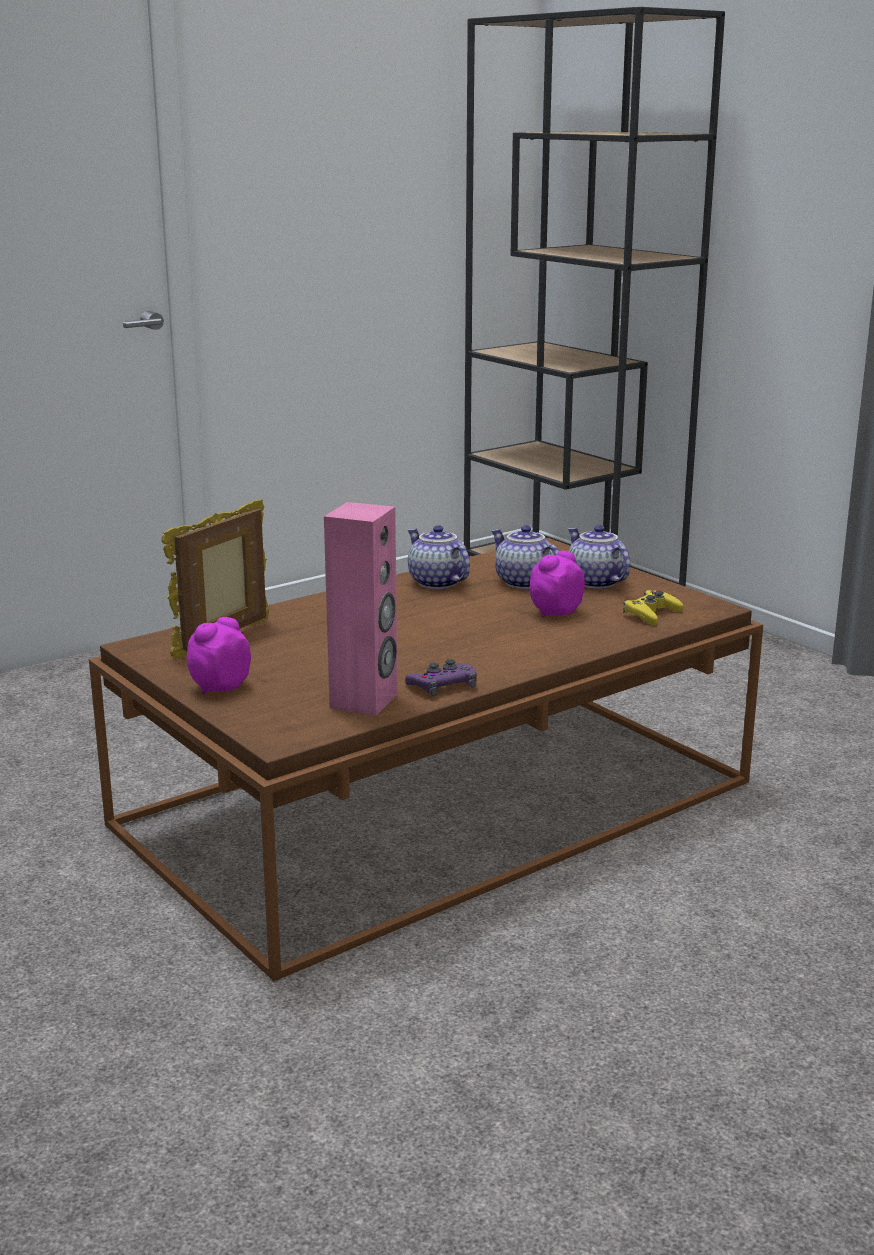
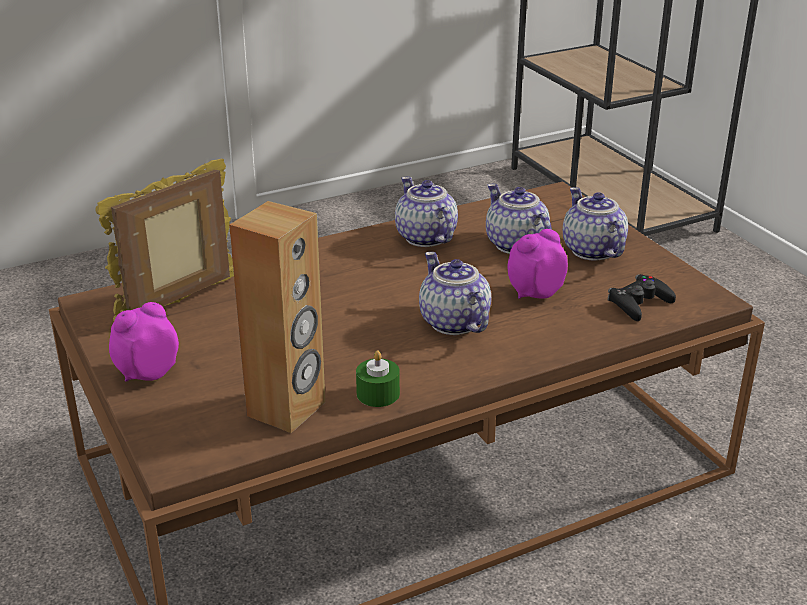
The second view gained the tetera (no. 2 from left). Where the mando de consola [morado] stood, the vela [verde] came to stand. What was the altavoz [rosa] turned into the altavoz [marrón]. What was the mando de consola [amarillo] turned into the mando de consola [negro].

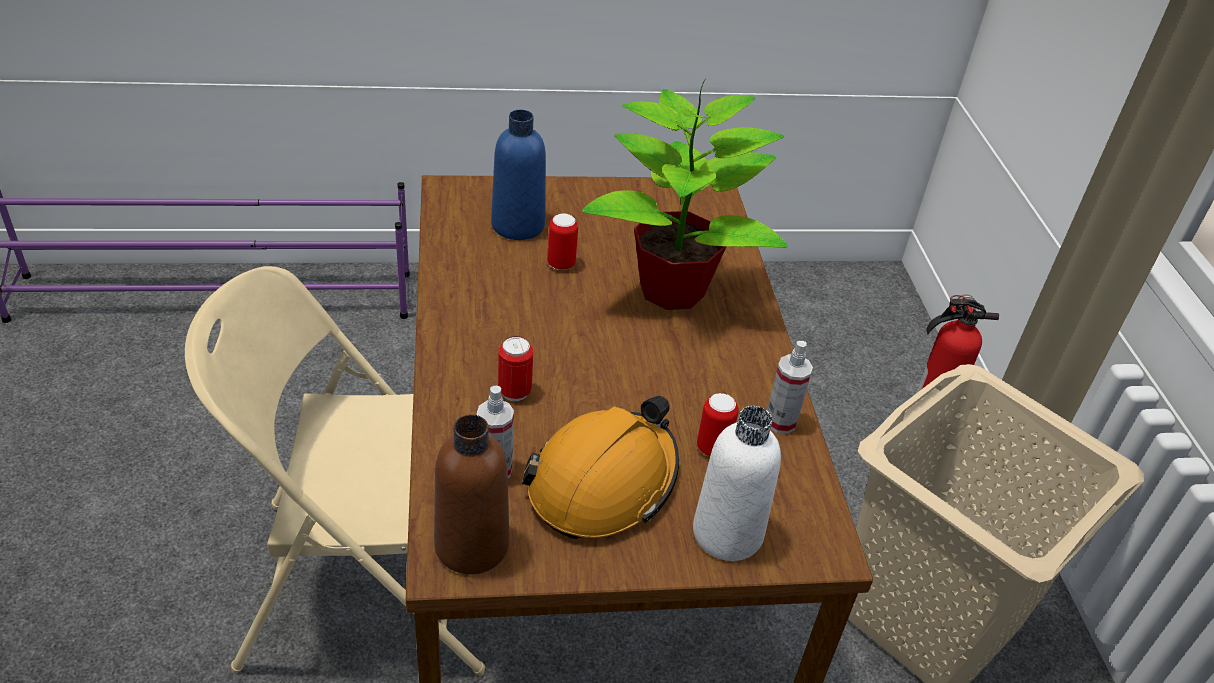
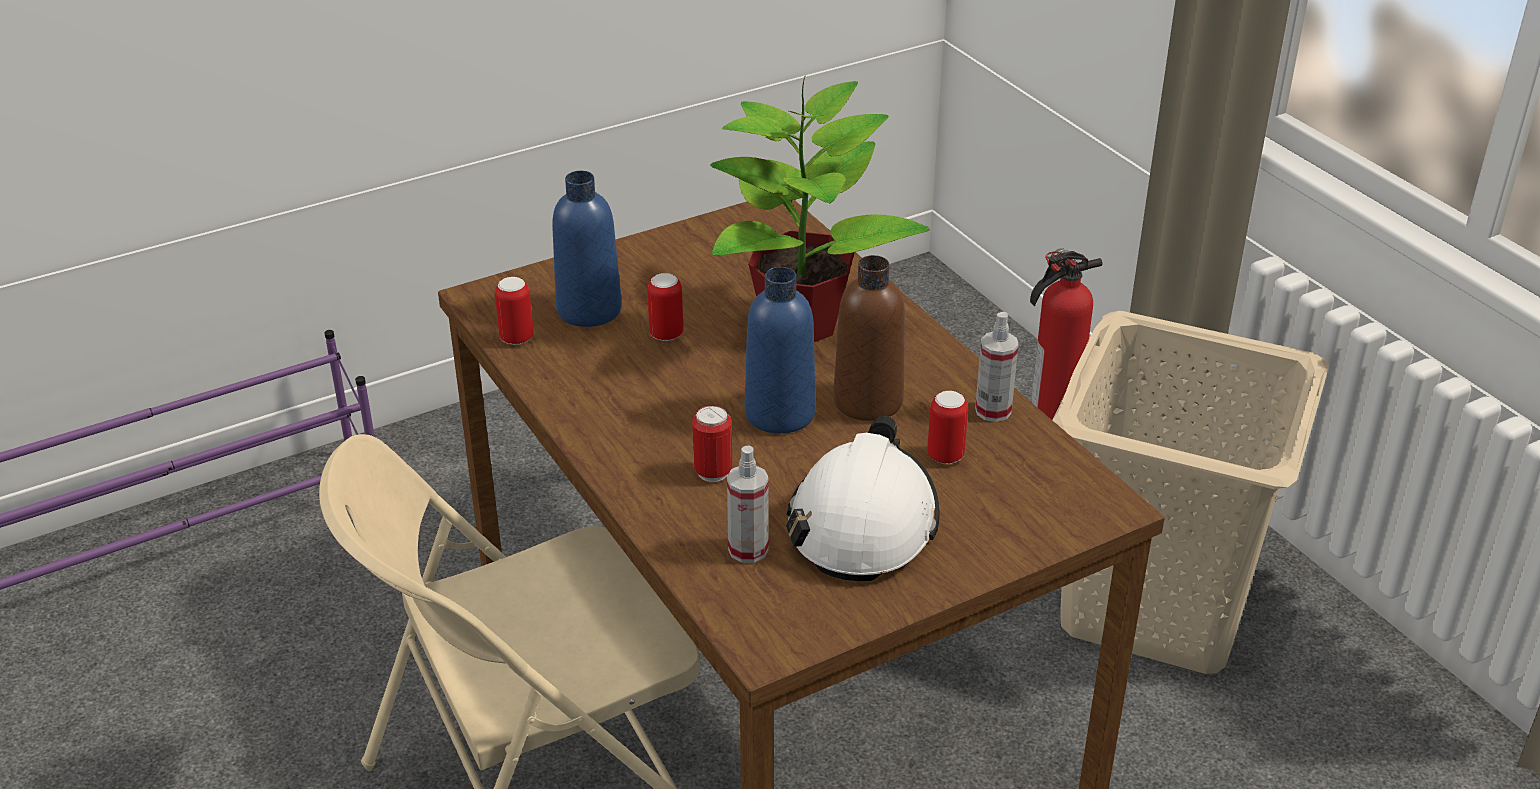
The second view lost the botella [blanco]. The second view gained the lata (no. 1 from left). The second view gained the botella [azul] (no. 2 from left). The botella [marrón] ended up elsewhere. What was the casco [naranja] turned into the casco [blanco].

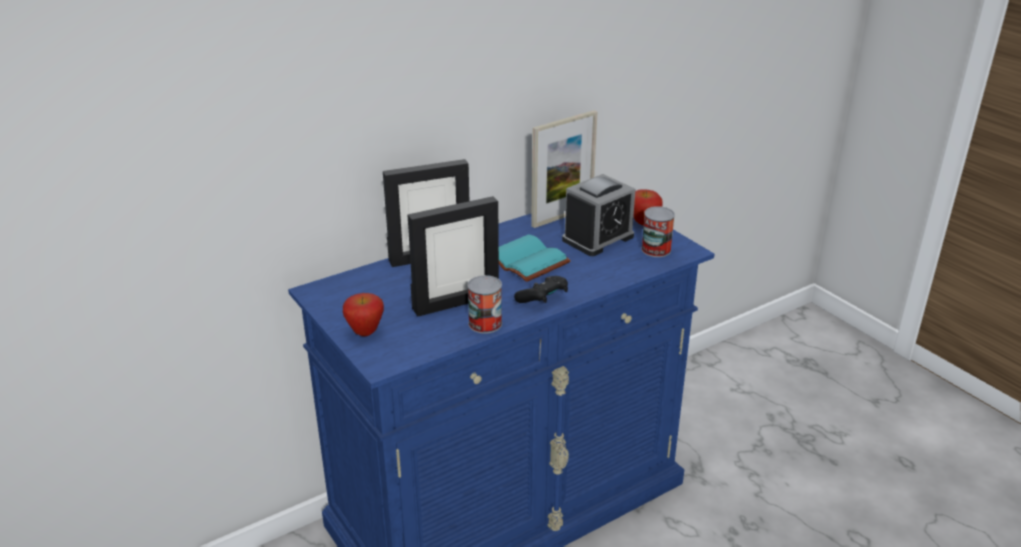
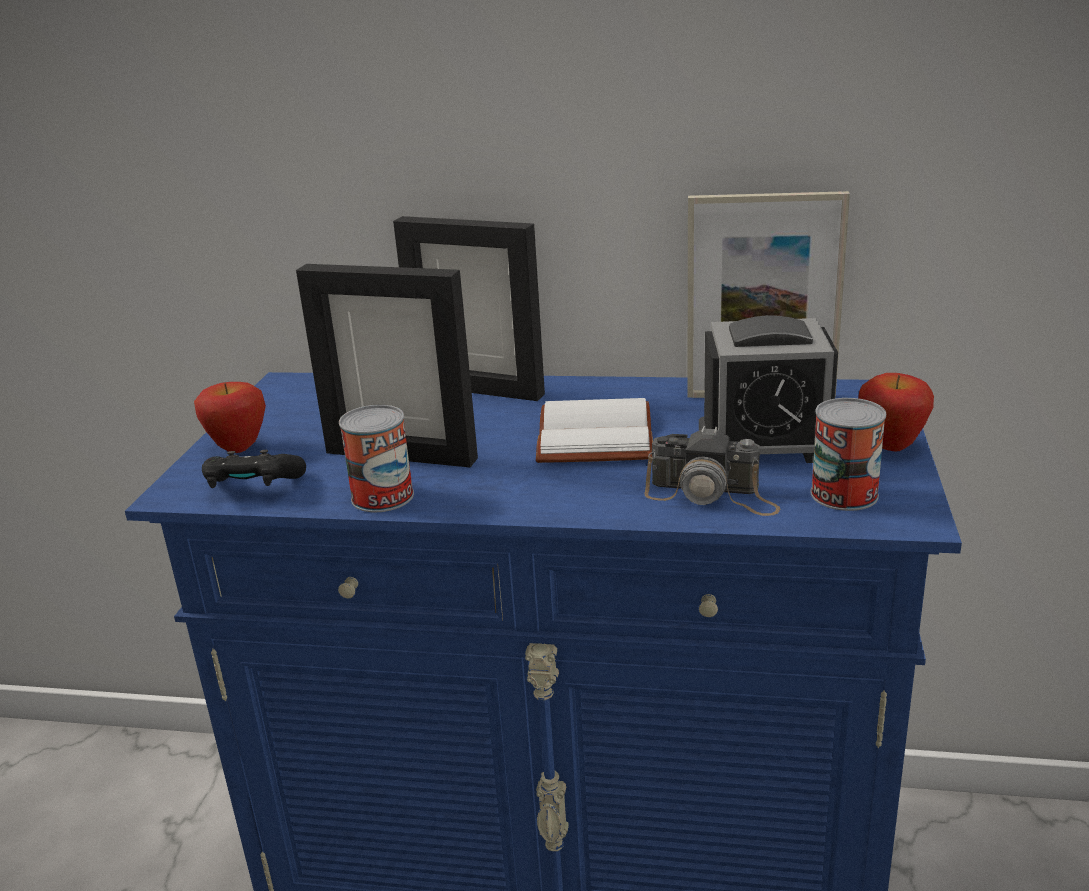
The second view gained the cámara. The mando de consola [negro] ended up elsewhere. What was the libro [turquesa] turned into the libro [blanco].

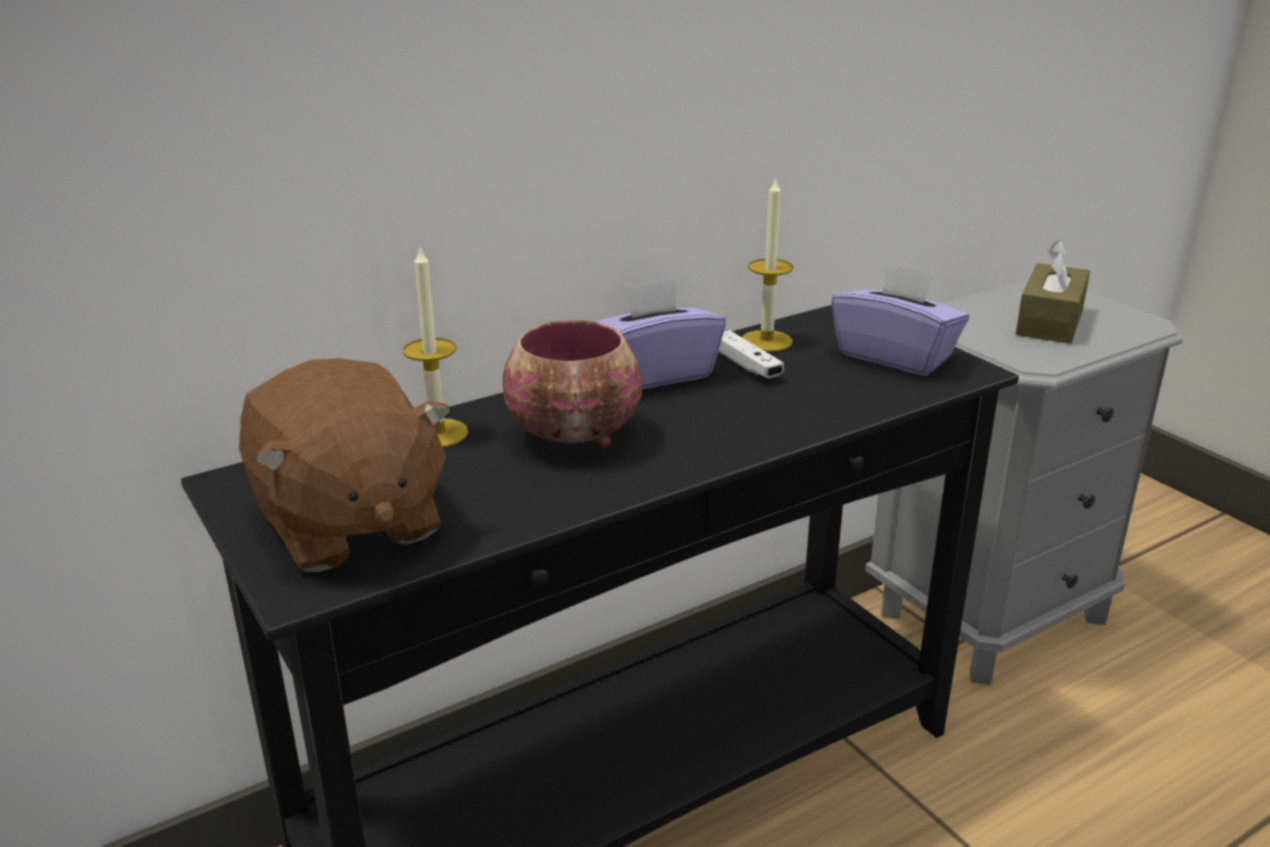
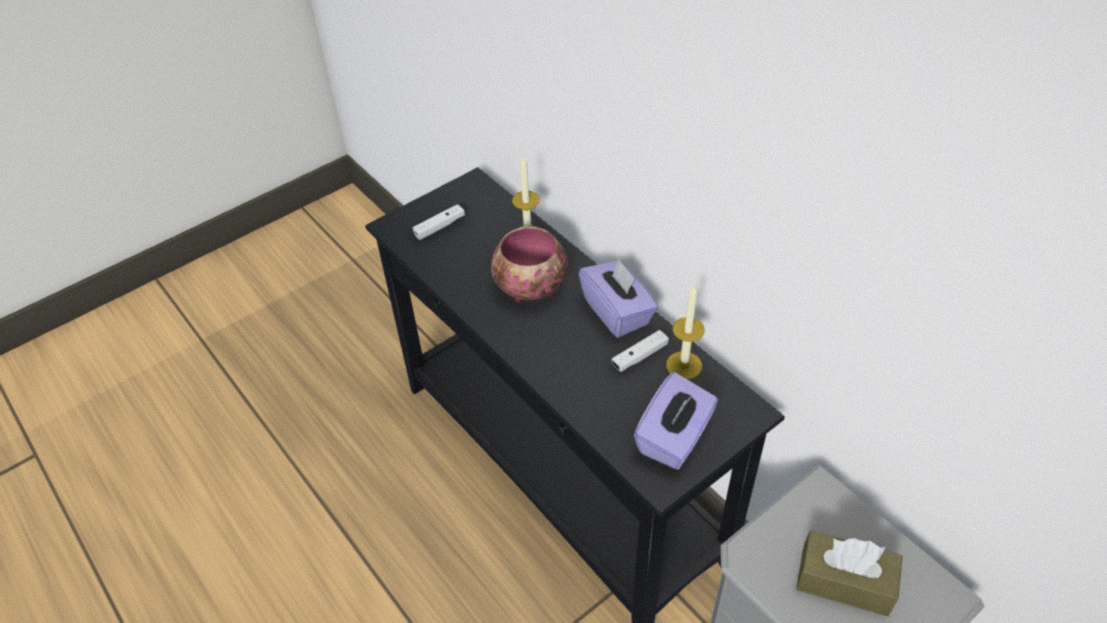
Where the peluche [marrón] stood, the mando de consola [blanco] (no. 1 from left) came to stand.

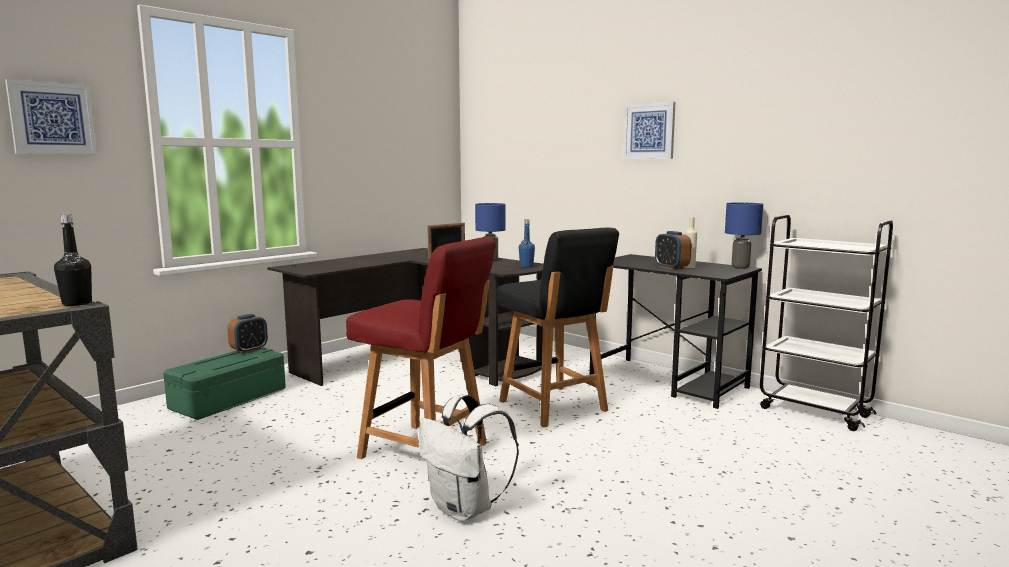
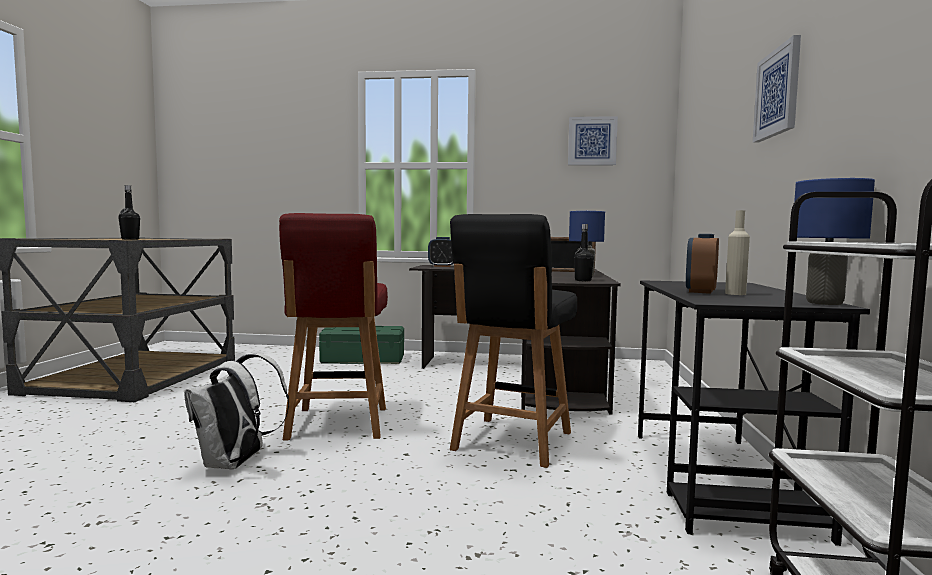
The cuadro (no. 1 from left) ended up elsewhere. The despertador (no. 1 from left) ended up elsewhere. What was the botella [azul] turned into the botella [negro] (no. 2 from left).

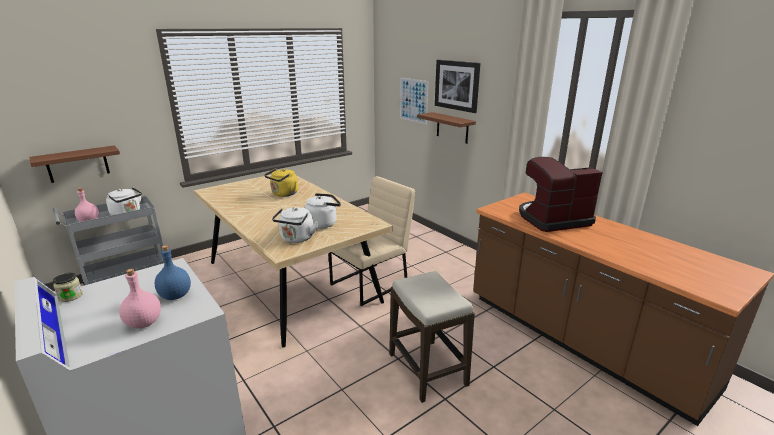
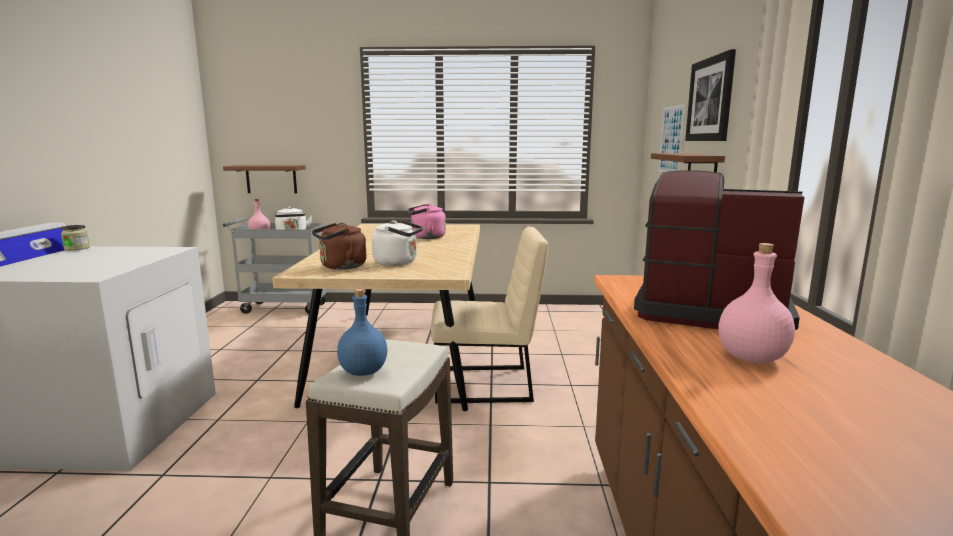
The botella [rosa] (no. 2 from left) ended up elsewhere. The botella [azul] ended up elsewhere. What was the hervidor [amarillo] turned into the hervidor [rosa]. What was the hervidor [blanco] (no. 2 from left) turned into the hervidor [marrón].

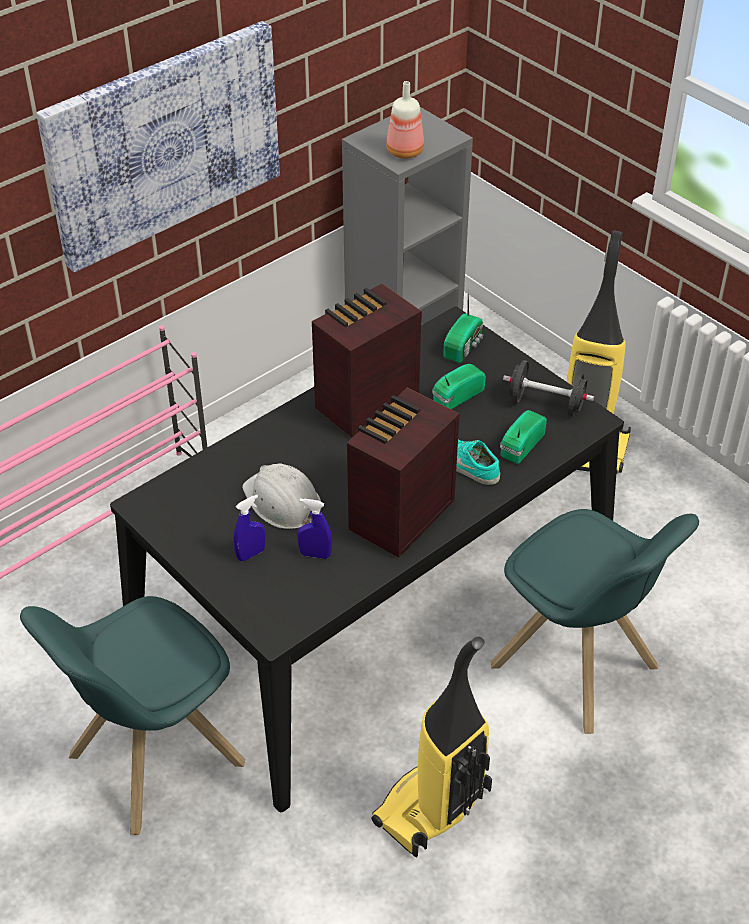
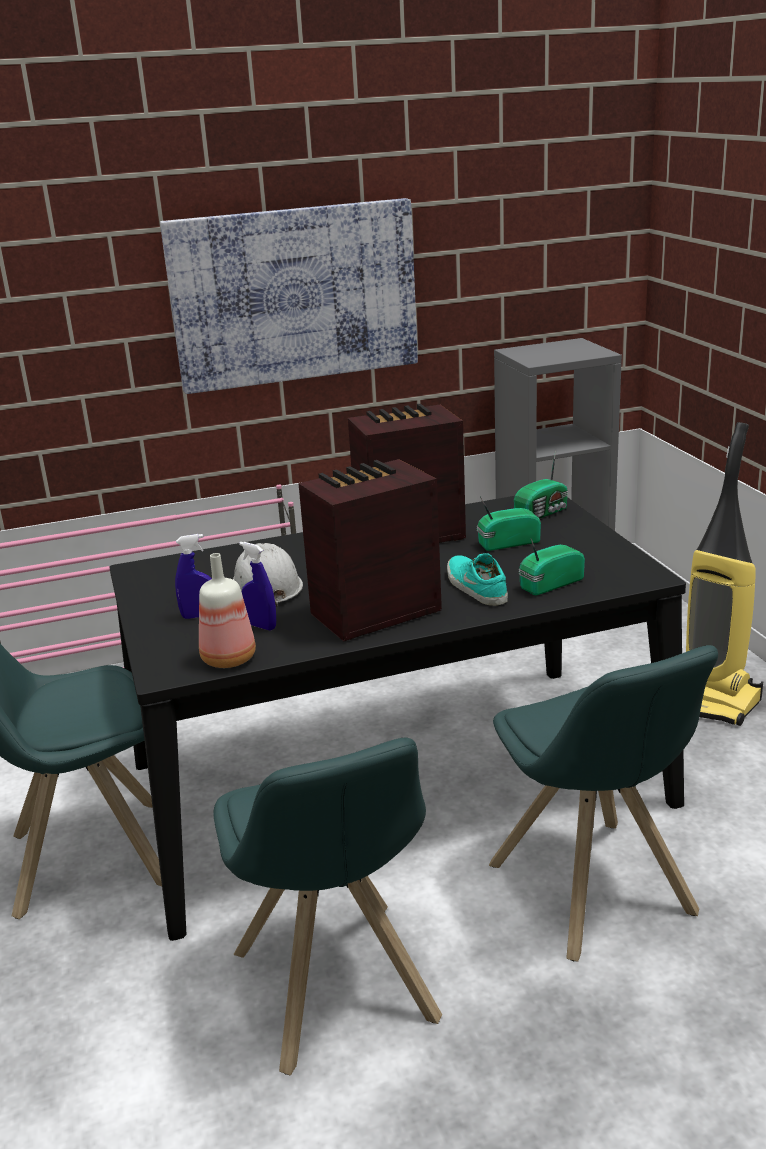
The second view lost the mancuerna [negro]. The botella ended up elsewhere. Where the aspiradora (no. 1 from left) stood, the silla [turquesa] (no. 2 from left) came to stand.

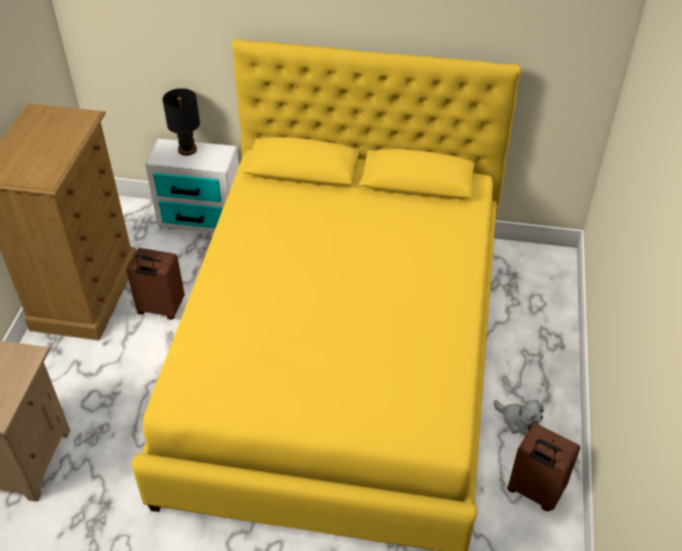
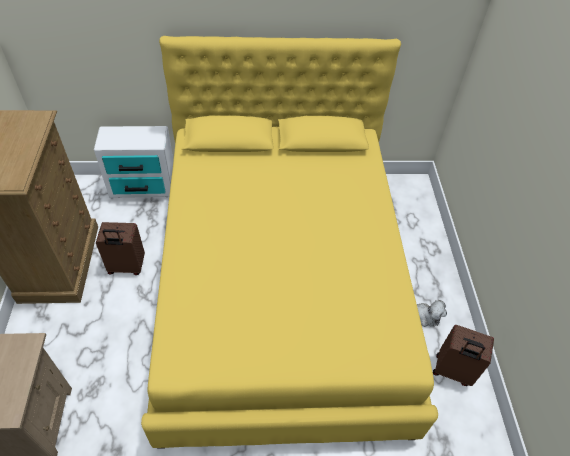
The second view lost the lámpara de mesa [negro].

